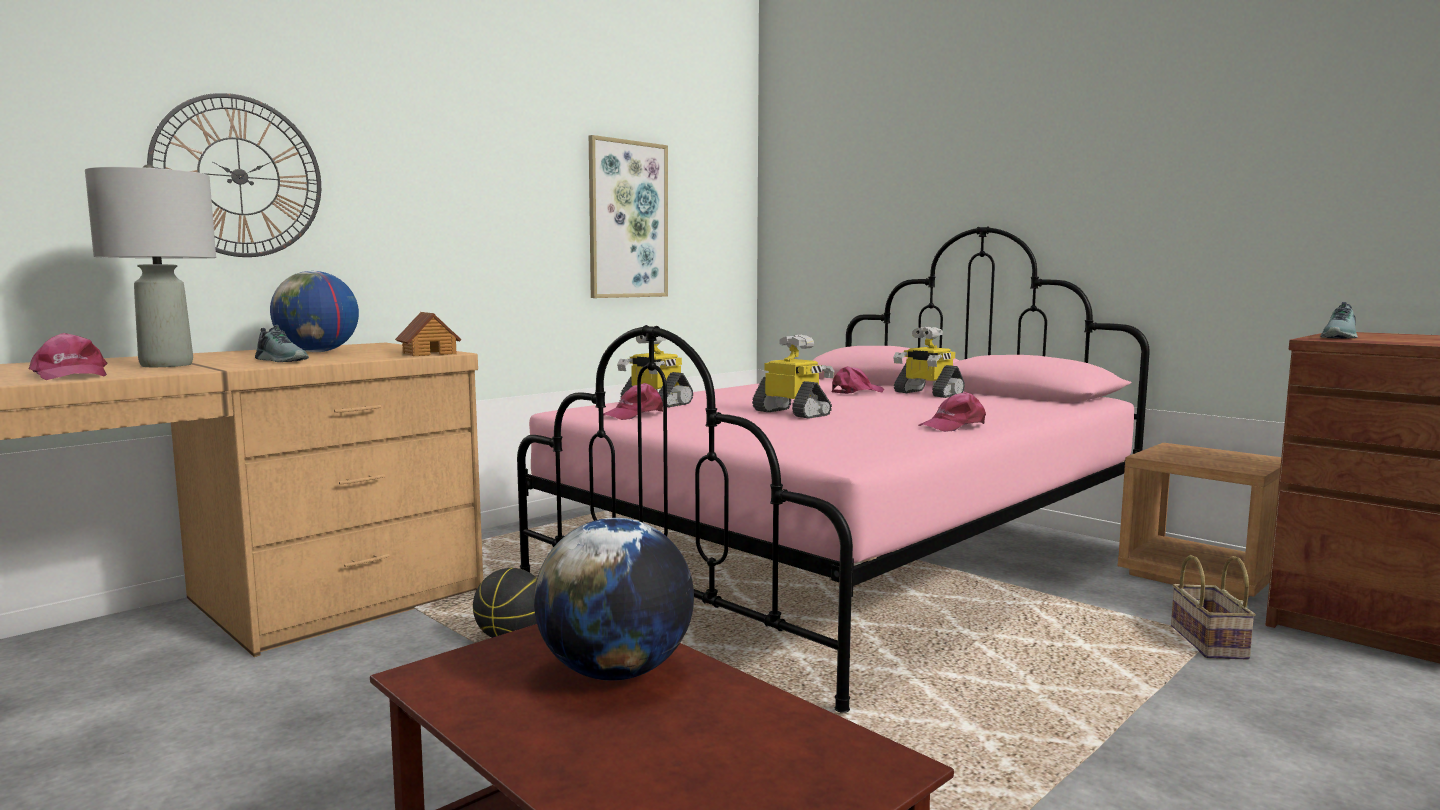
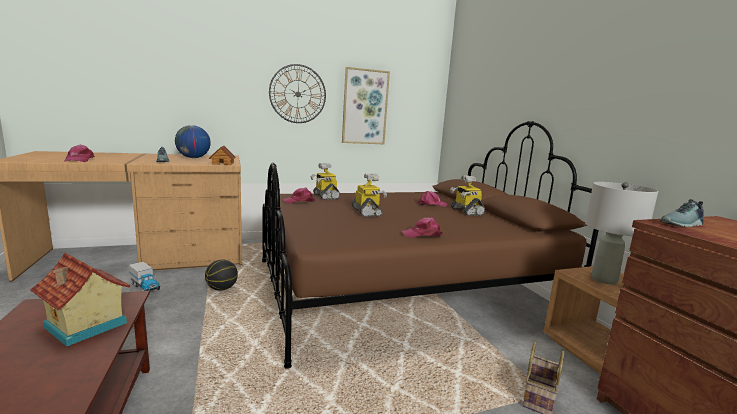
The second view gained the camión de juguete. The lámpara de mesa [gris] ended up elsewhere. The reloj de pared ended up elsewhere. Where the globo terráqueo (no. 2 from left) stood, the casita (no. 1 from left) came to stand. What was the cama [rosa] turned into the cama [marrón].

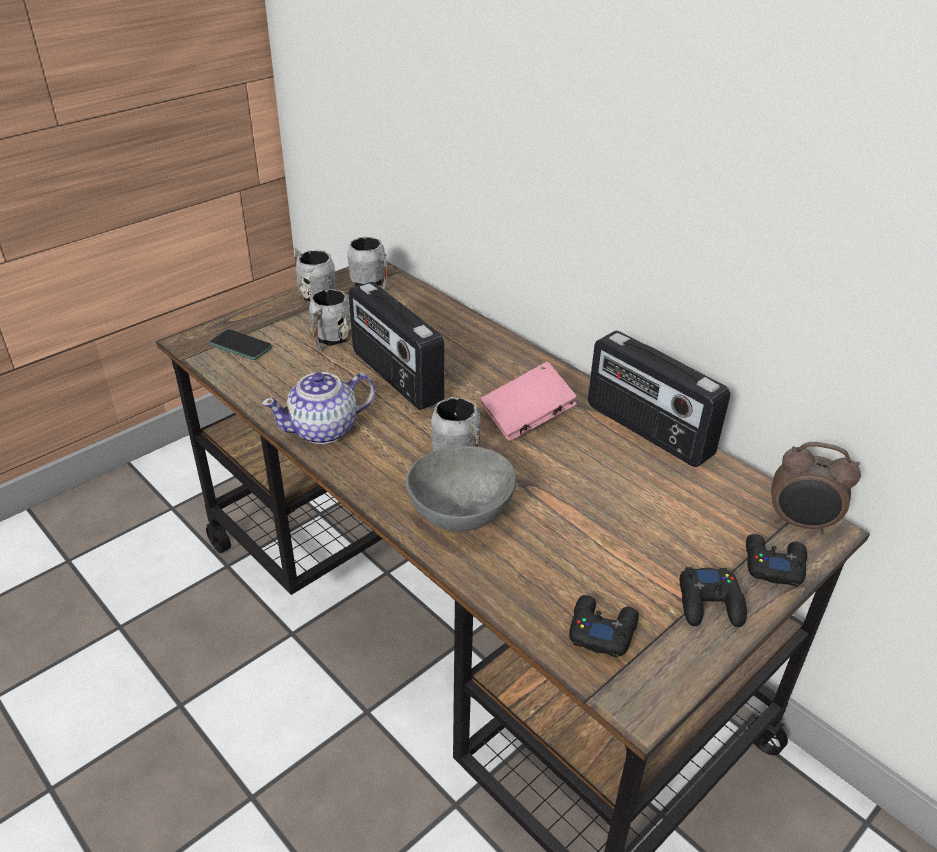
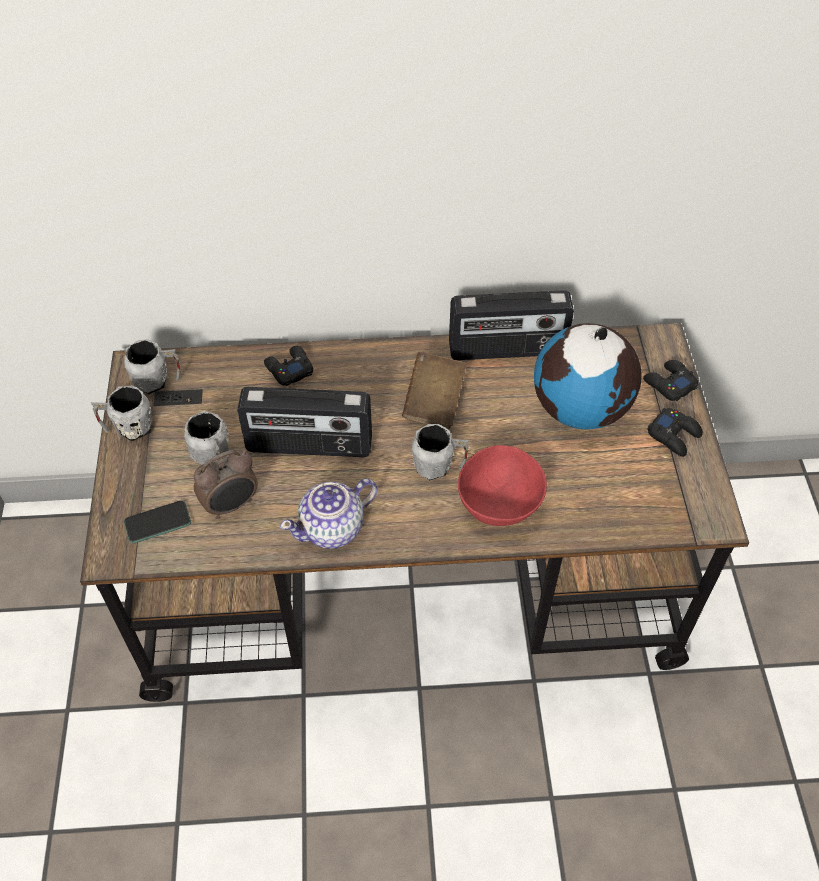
The second view gained the globo terráqueo. The mando de consola [negro] (no. 1 from left) ended up elsewhere. The despertador ended up elsewhere. What was the cuenco [gris] turned into the cuenco [rojo]. What was the libro [rosa] turned into the libro [marrón]. The tetera ended up facing another way, 45 degrees clockwise from before.

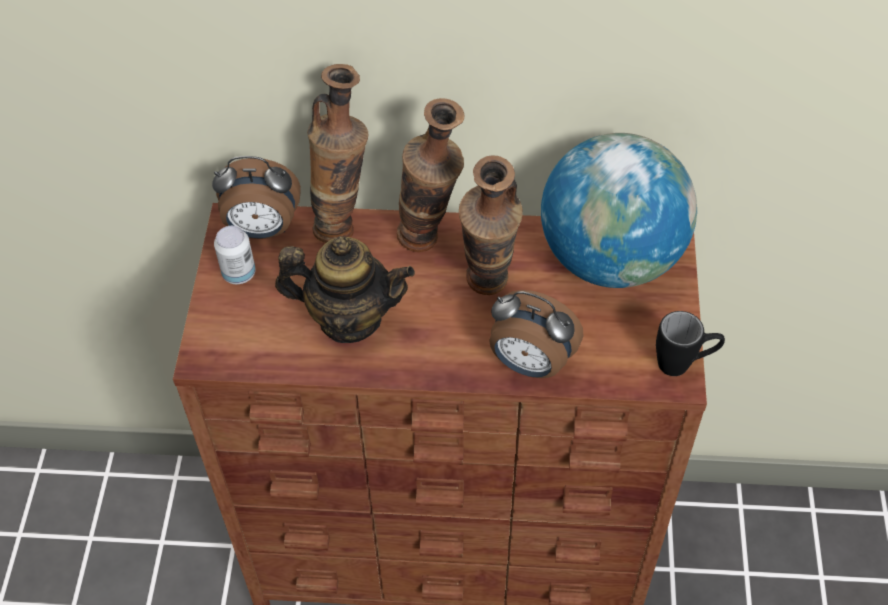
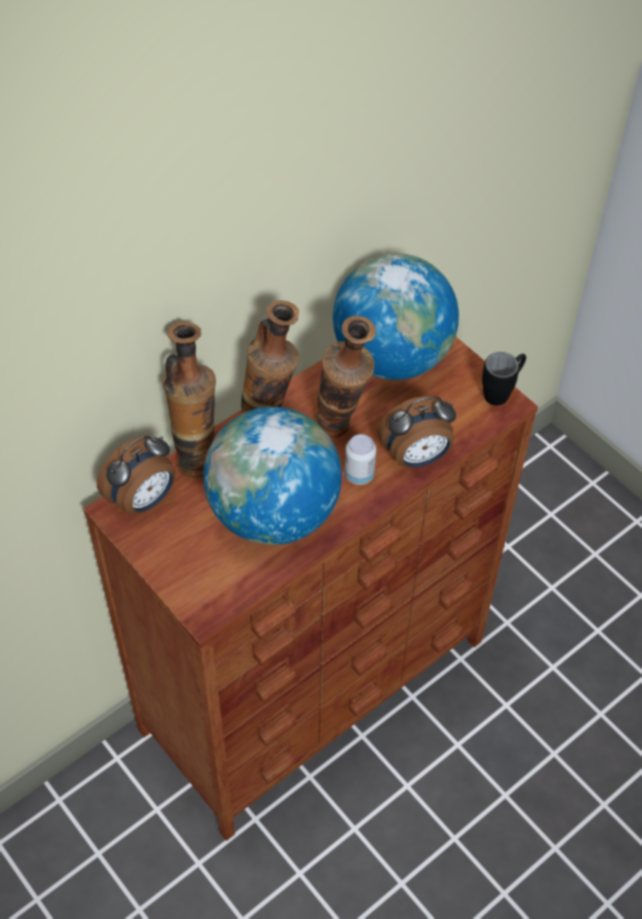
The lata ended up elsewhere. Where the tetera stood, the globo terráqueo (no. 1 from left) came to stand.

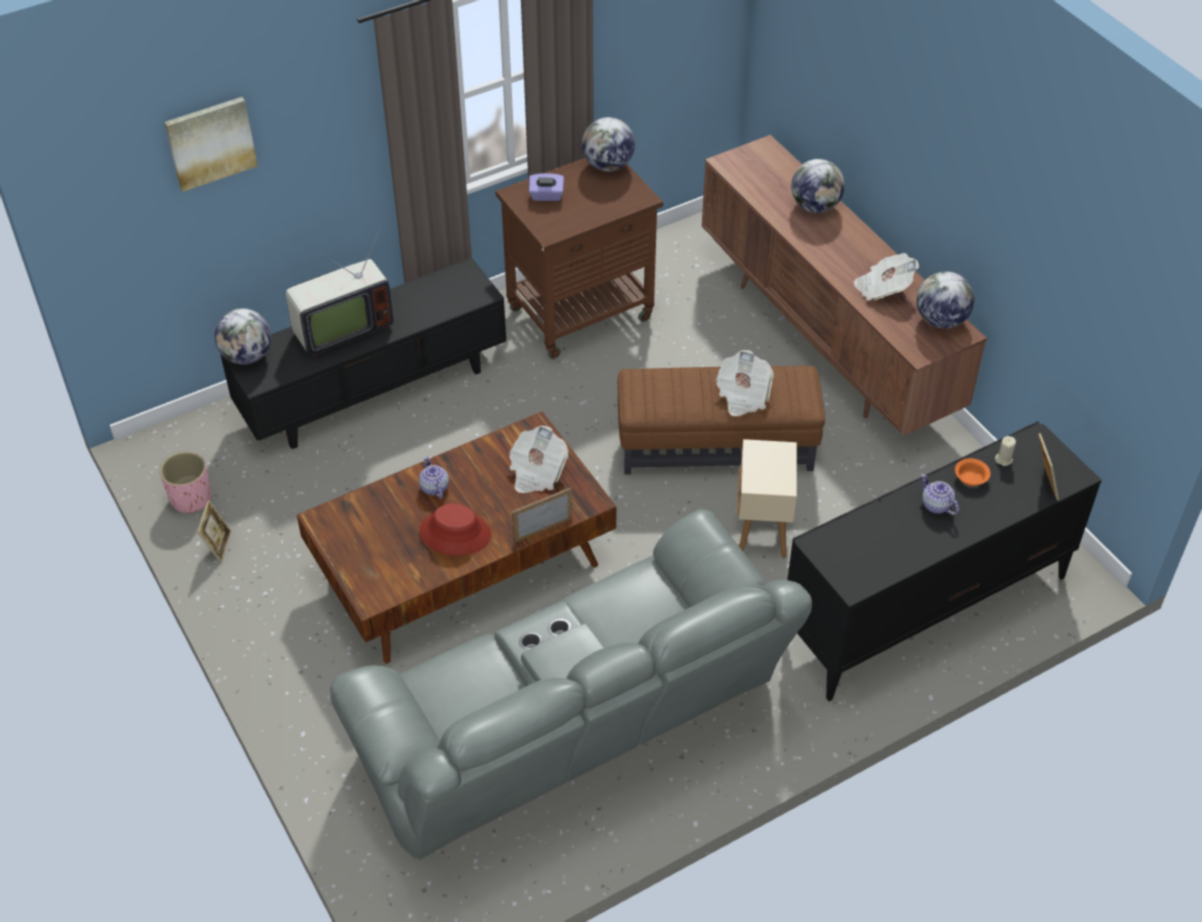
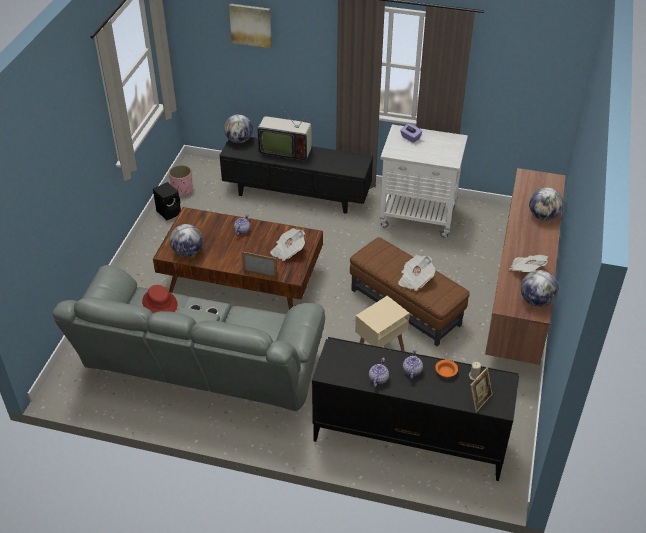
The second view gained the tetera (no. 2 from left). The sombrero [rojo] ended up elsewhere. The globo terráqueo (no. 2 from left in the first image) ended up elsewhere. Where the portarretratos (no. 1 from left) stood, the altavoz [negro] came to stand. What was the carrito [marrón] turned into the carrito [blanco].

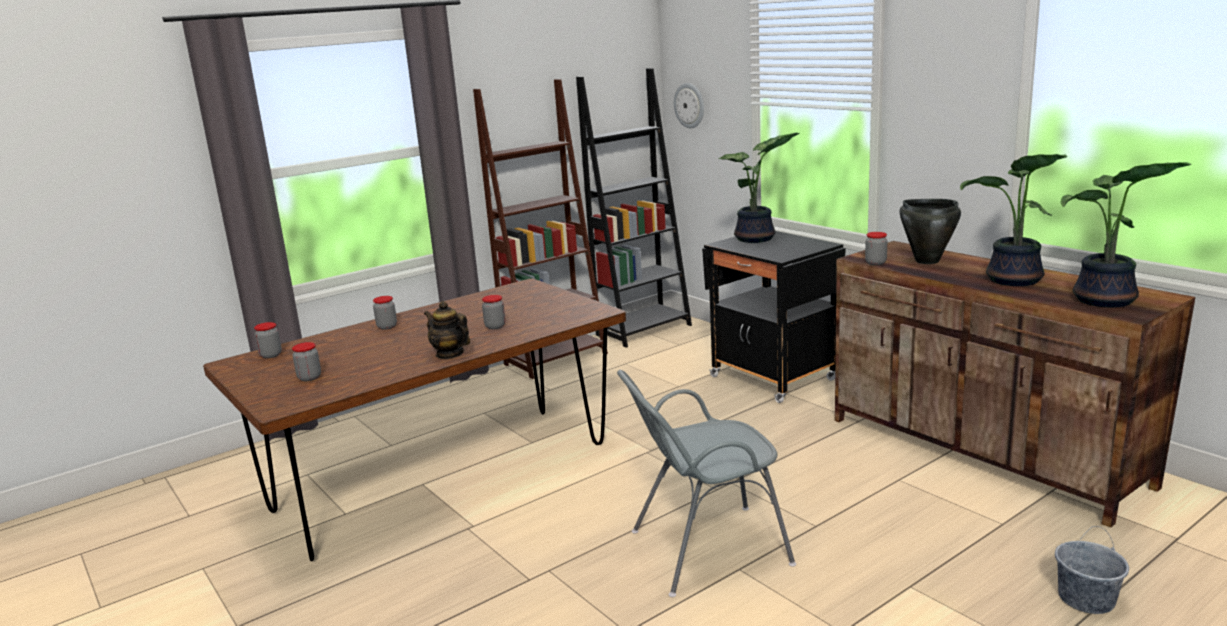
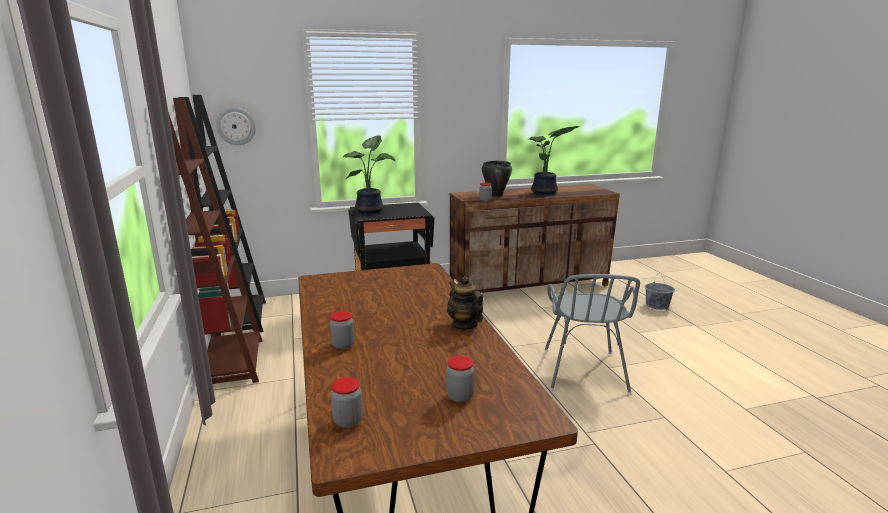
The second view lost the tarro (no. 4 from left). The second view lost the planta en maceta (no. 3 from left). The tetera ended up facing another way, 90 degrees clockwise from before.

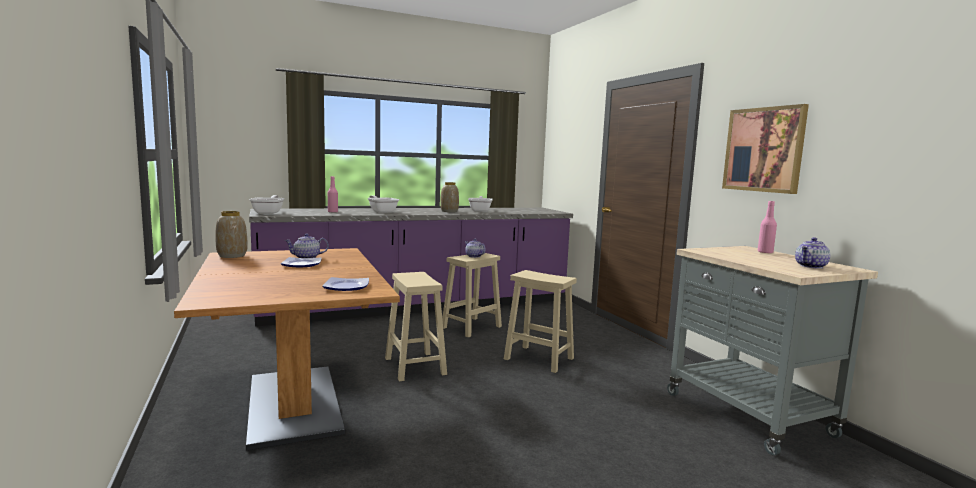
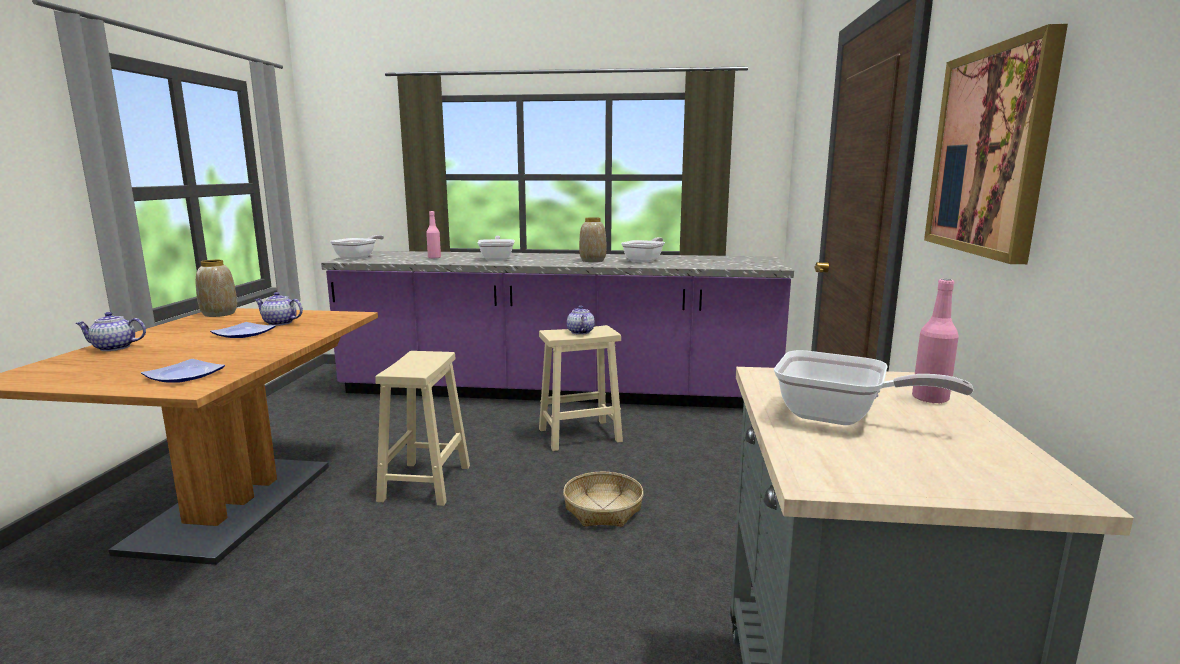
The second view gained the sartén (no. 4 from left). The tetera (no. 3 from left in the first image) ended up elsewhere. Where the taburete [beis] (no. 3 from left) stood, the cesta came to stand.

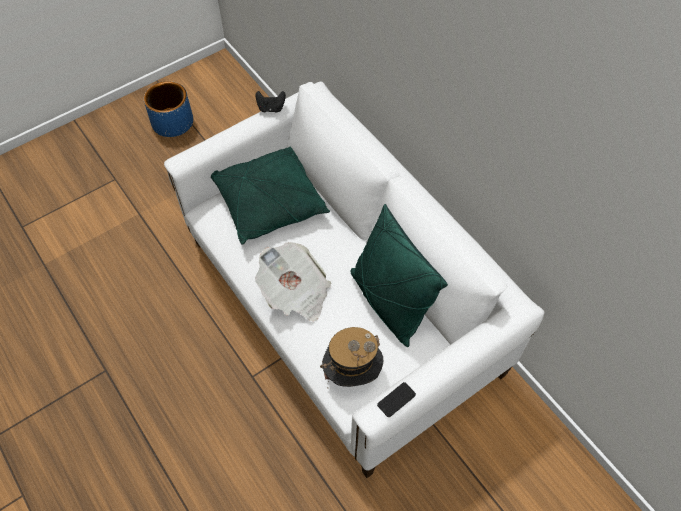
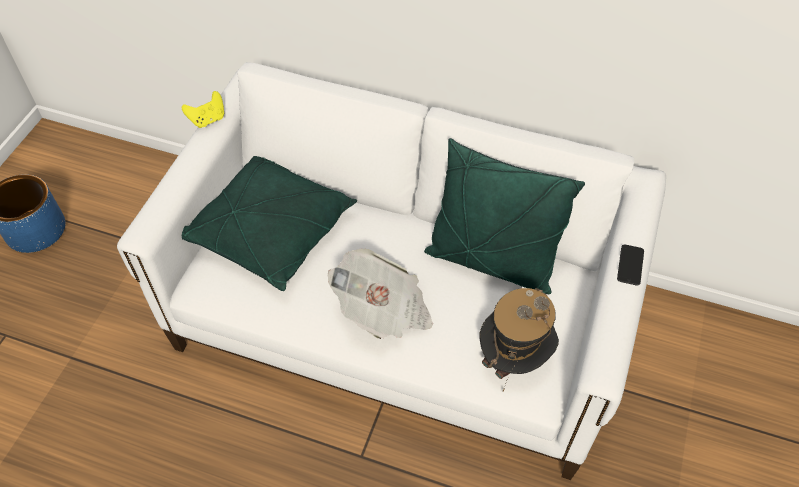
The móvil ended up elsewhere. What was the mando de consola [negro] turned into the mando de consola [amarillo].

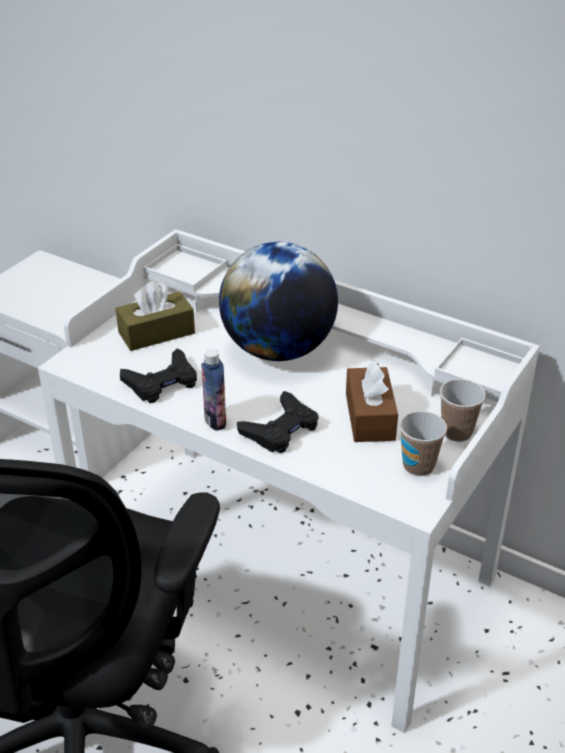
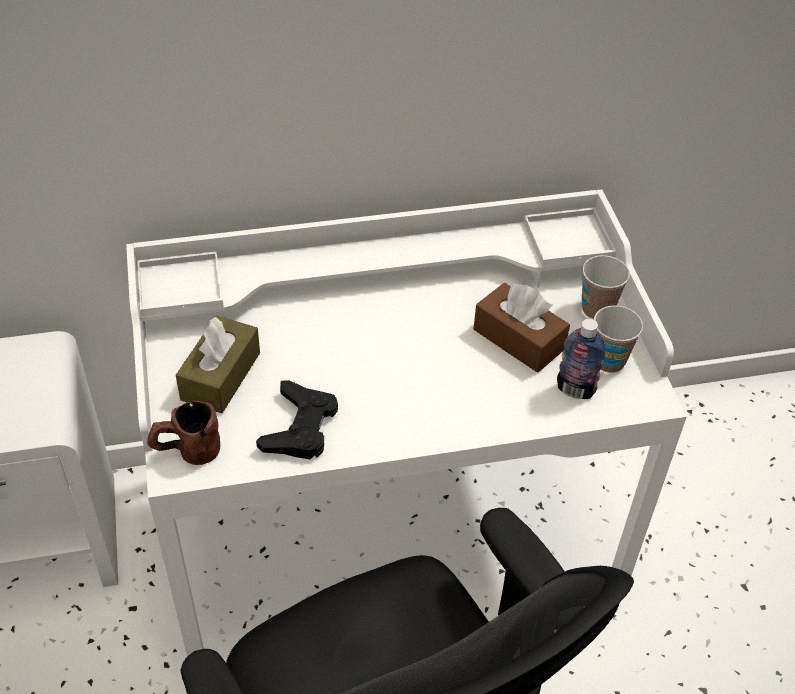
The second view lost the globo terráqueo. The second view lost the mando de consola [negro] (no. 2 from left). The second view gained the taza grande [marrón]. The botella ended up elsewhere.

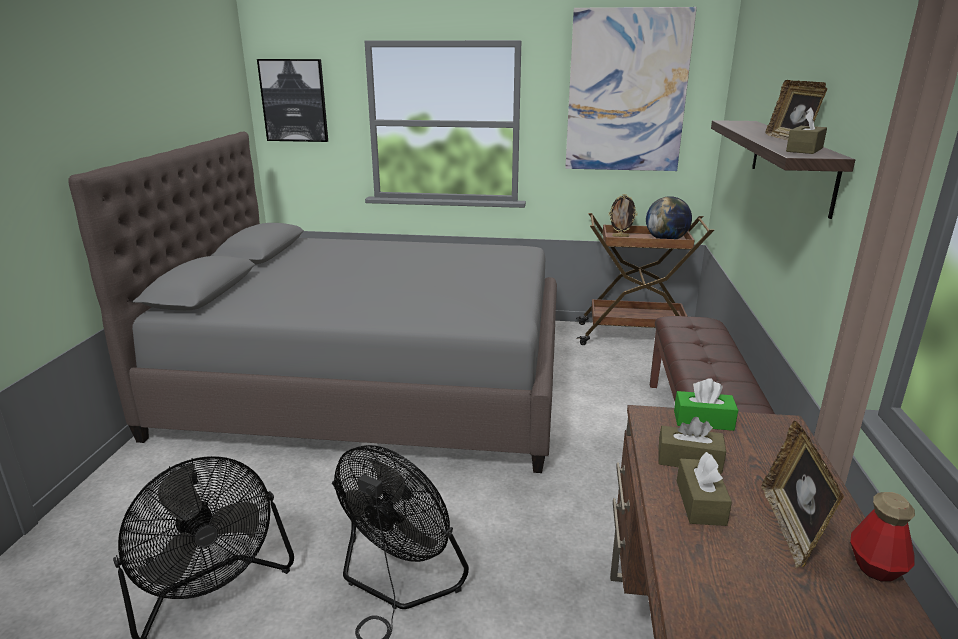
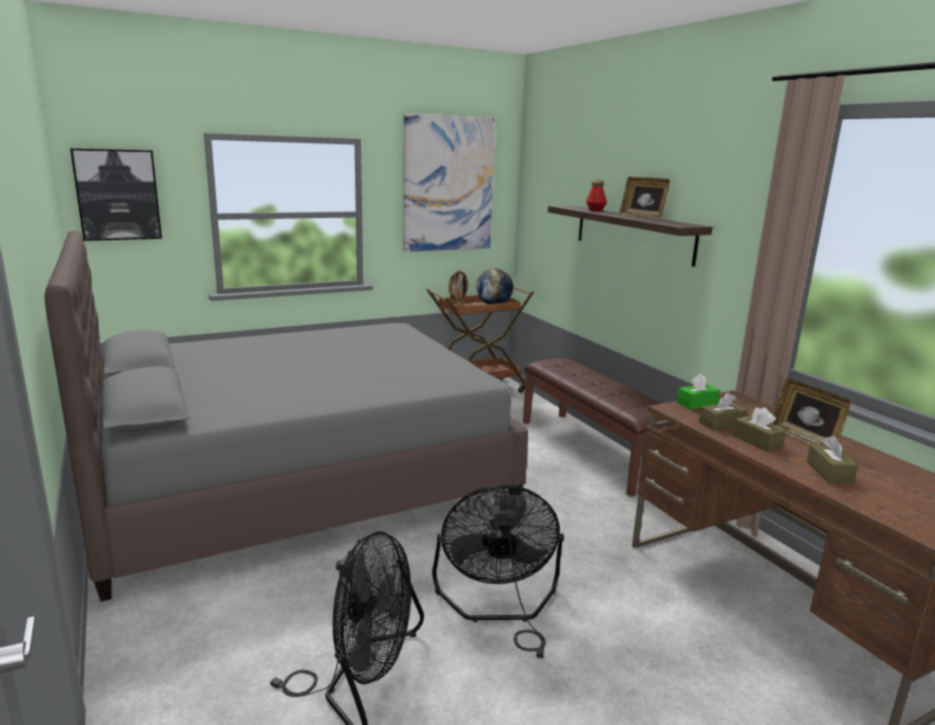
The caja de pañuelos [marrón] (no. 3 from left) ended up elsewhere. The botella ended up elsewhere.

